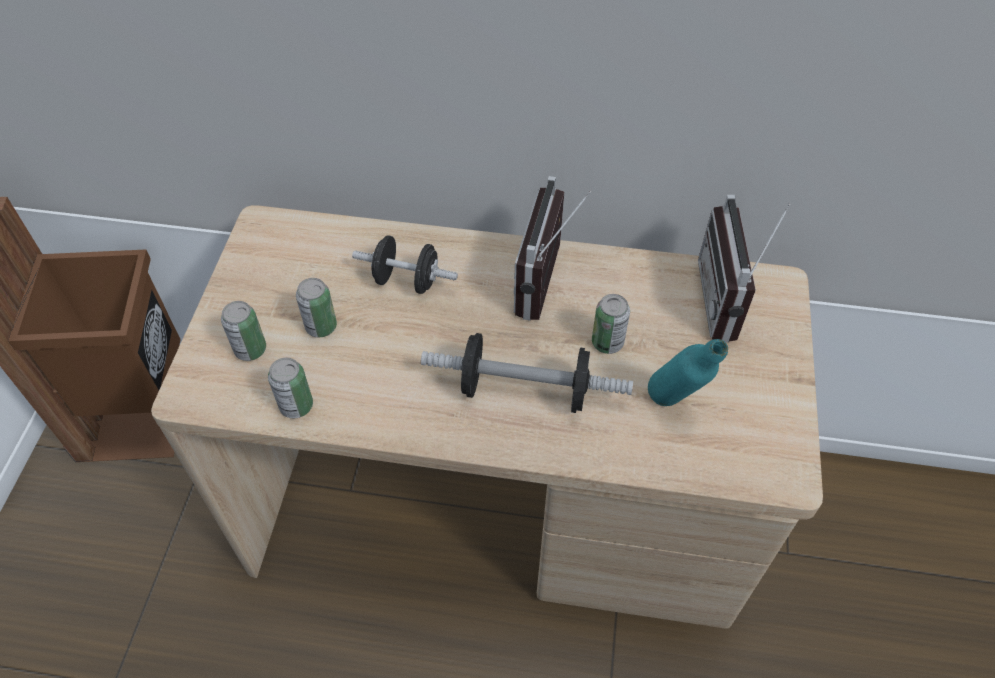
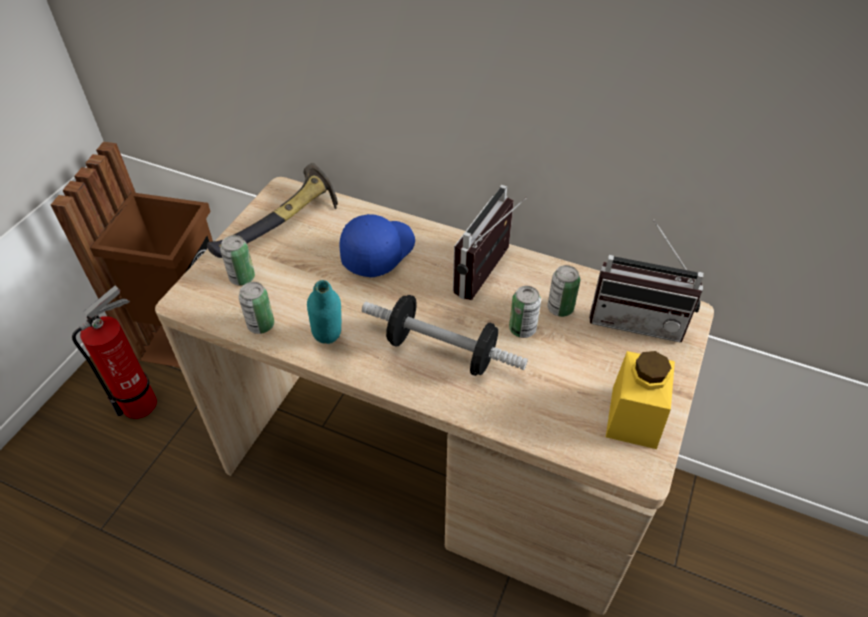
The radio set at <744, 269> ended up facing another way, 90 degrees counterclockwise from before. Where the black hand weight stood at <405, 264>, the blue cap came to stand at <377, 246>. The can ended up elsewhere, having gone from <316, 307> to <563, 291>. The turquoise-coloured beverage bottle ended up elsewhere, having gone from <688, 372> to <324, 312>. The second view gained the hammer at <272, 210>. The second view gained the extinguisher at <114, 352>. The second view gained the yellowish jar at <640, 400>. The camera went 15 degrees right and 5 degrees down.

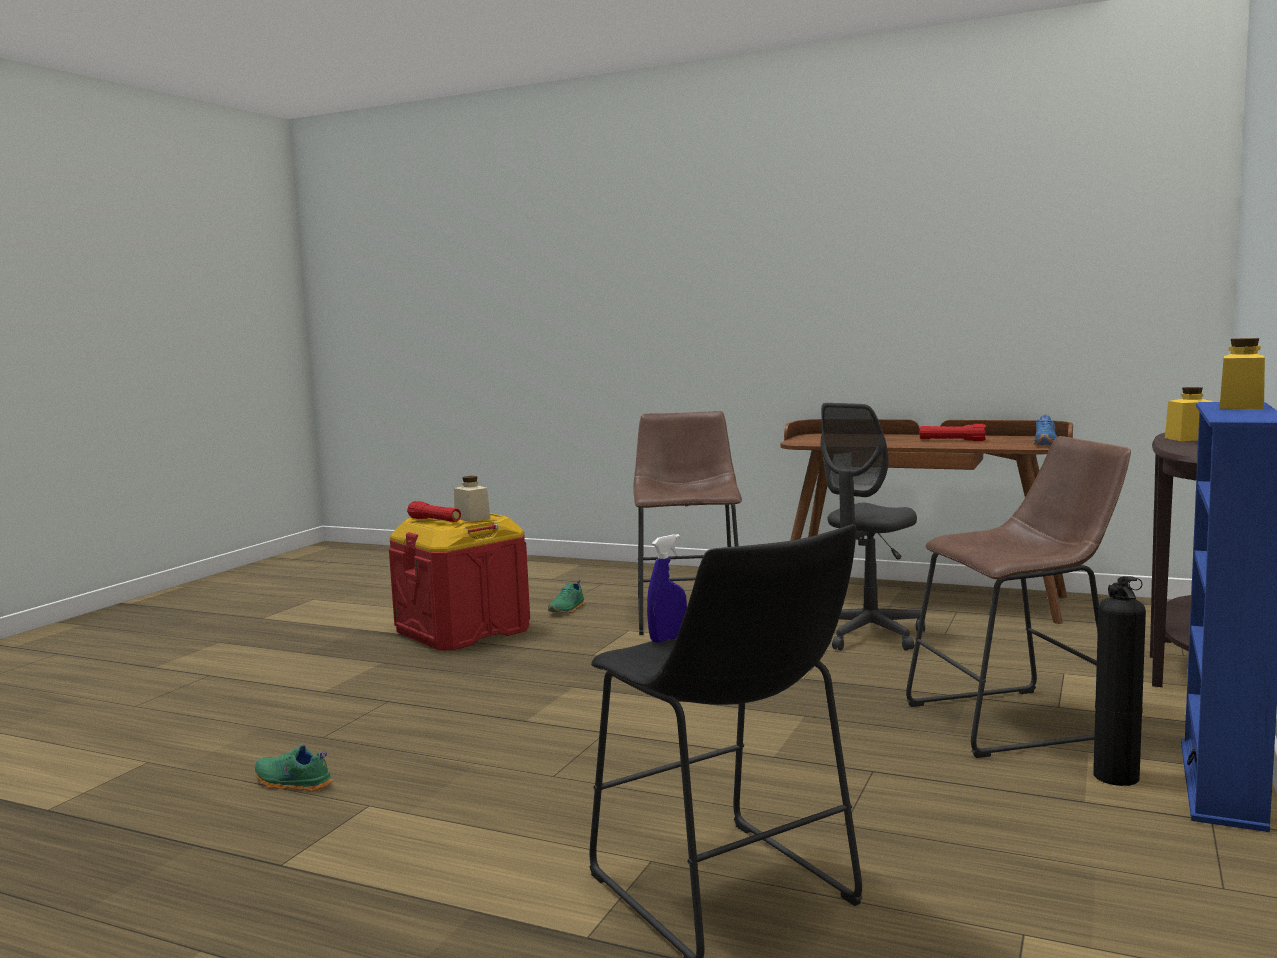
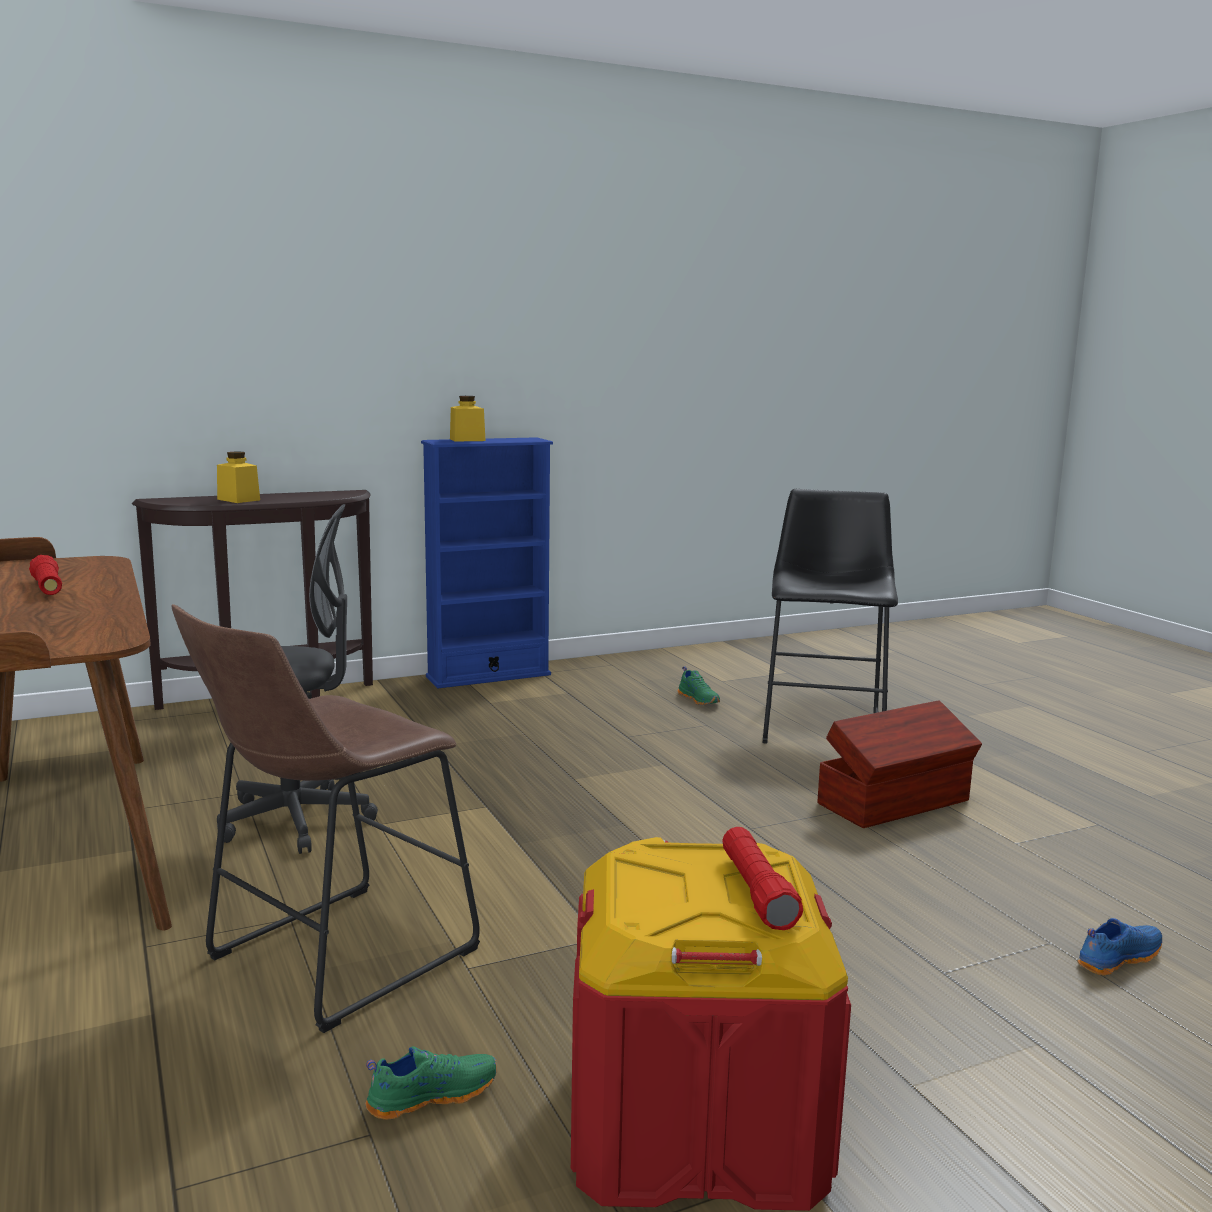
The blue item of footwear ended up elsewhere, having gone from <1045, 430> to <1120, 946>. The second view lost the brown-coloured stool at <1018, 597>. The second view lost the beige-coloured jar at <472, 499>. The second view lost the blue hand sprayer at <667, 588>. The second view lost the extinguisher at <1119, 681>. The green-coloured item of footwear ended up elsewhere, having gone from <294, 768> to <699, 686>. The second view gained the brown-coloured storage bin at <900, 764>. The camera went 140 degrees left and 5 degrees up.

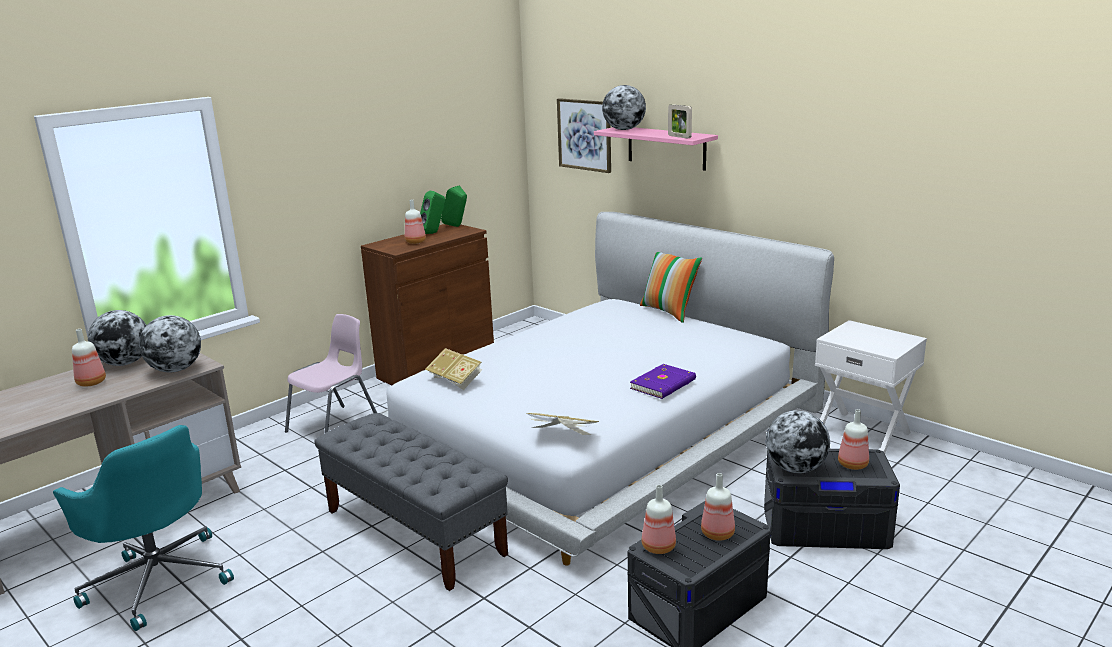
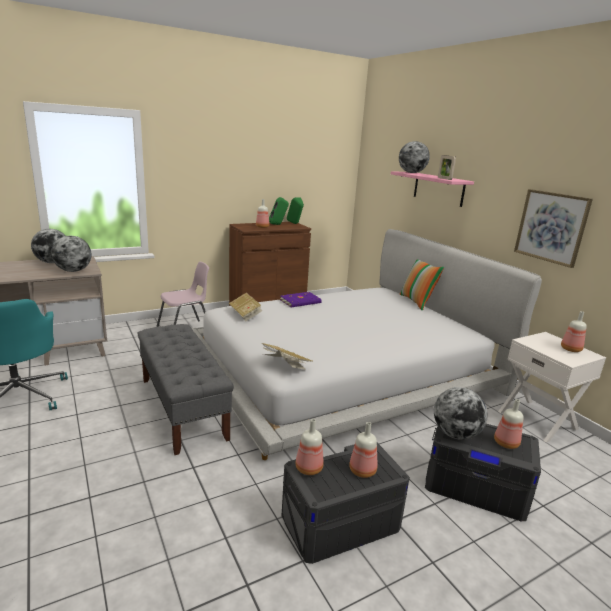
The wall picture ended up elsewhere, having gone from <584, 135> to <553, 228>. The beverage bottle ended up elsewhere, having gone from <89, 358> to <574, 331>. The purple-coloured book ended up elsewhere, having gone from <663, 381> to <301, 299>. The camera went 15 degrees right and 0 degrees up.

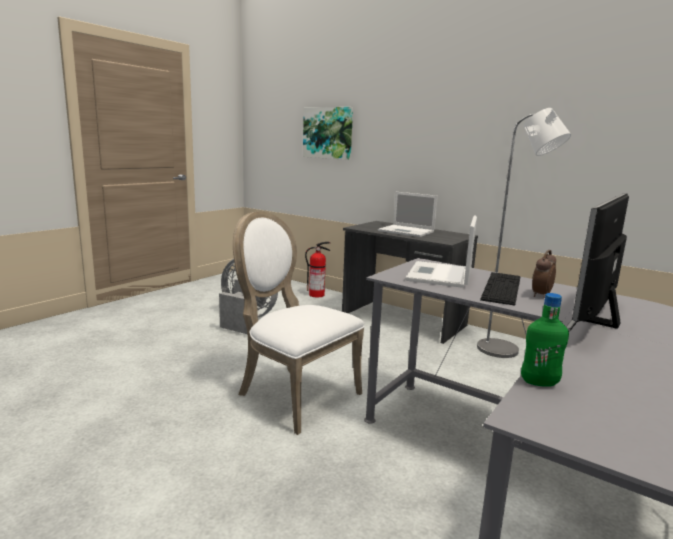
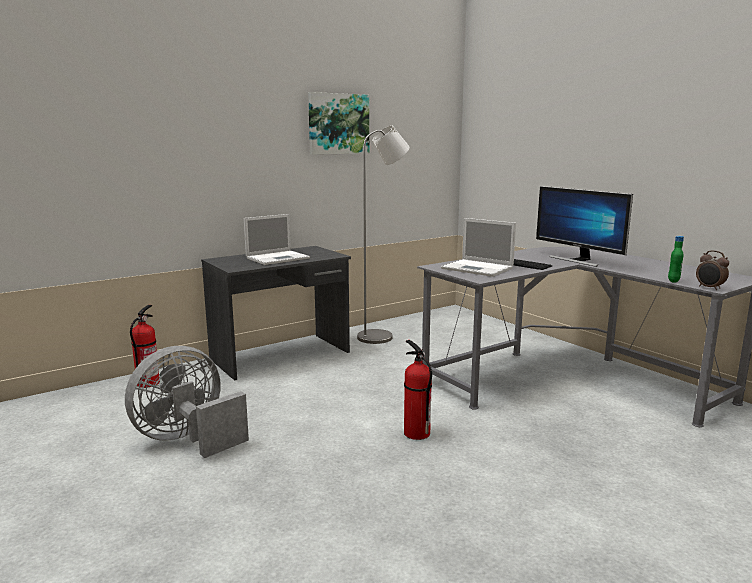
The wall picture ended up elsewhere, having gone from <328, 133> to <338, 123>. Where the whitish upright chair stood at <299, 323>, the extinguisher came to stand at <418, 390>. The bedside clock ended up elsewhere, having gone from <544, 274> to <712, 270>. The camera went 70 degrees left and 0 degrees up.

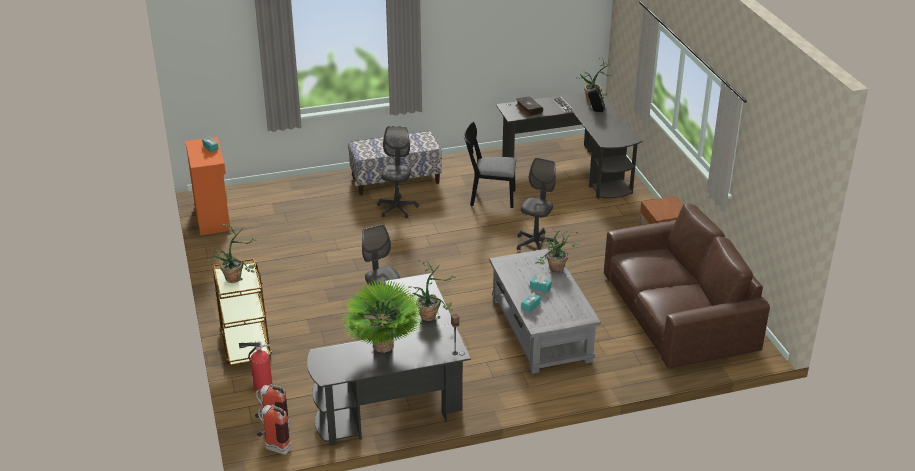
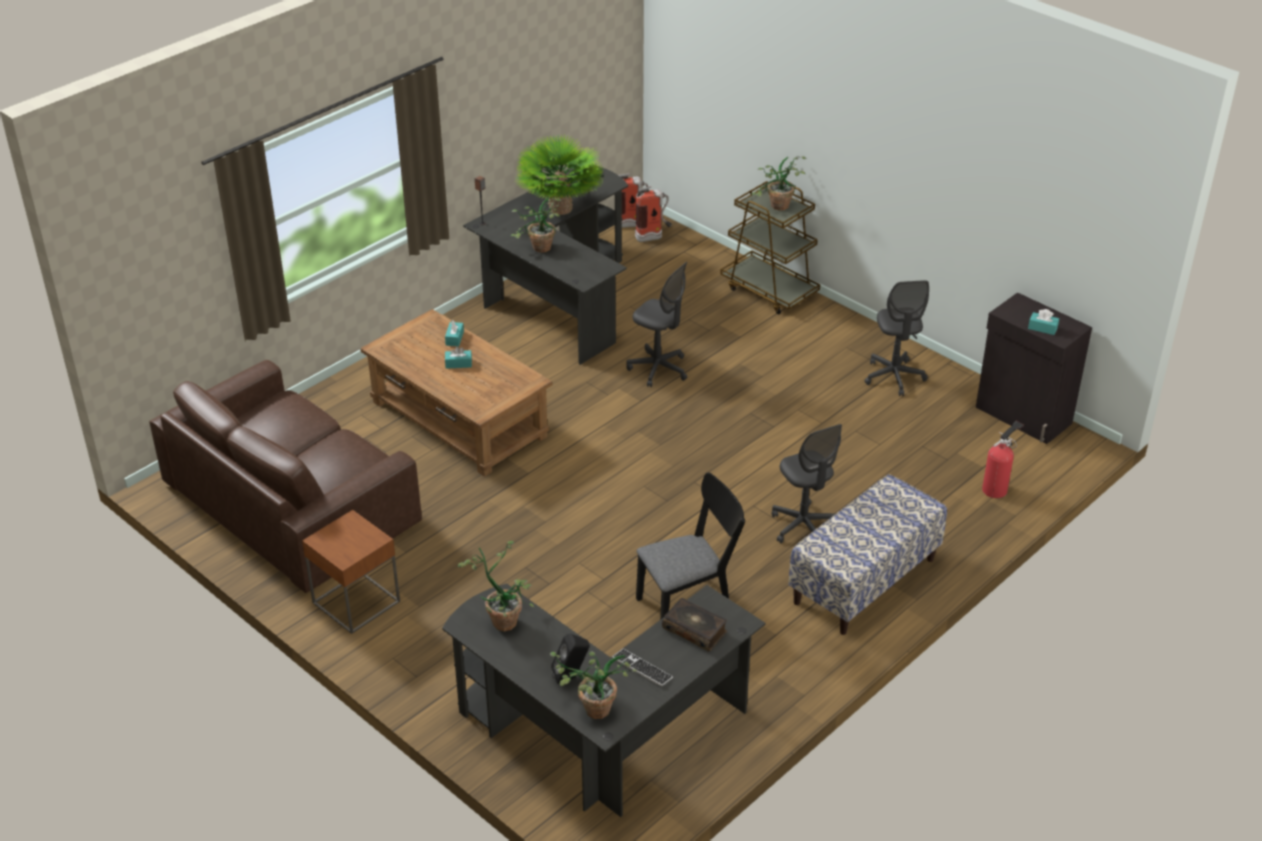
What was the orange-coloured cupboard at <208, 186> turned into the black cupboard at <1034, 368>. The gray computer chair ended up elsewhere, having gone from <538, 204> to <897, 338>. The plant in a pot ended up elsewhere, having gone from <557, 252> to <496, 586>. What was the gray coffee table at <545, 311> turned into the brown-coloured coffee table at <456, 393>. The extinguisher ended up elsewhere, having gone from <255, 365> to <1003, 459>. The camera went 150 degrees right and 5 degrees up.

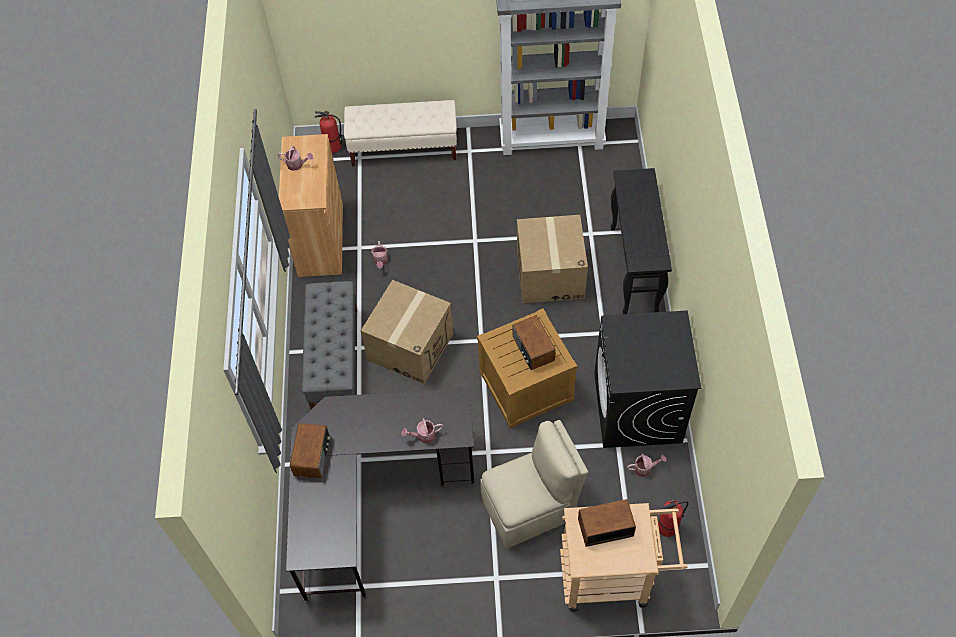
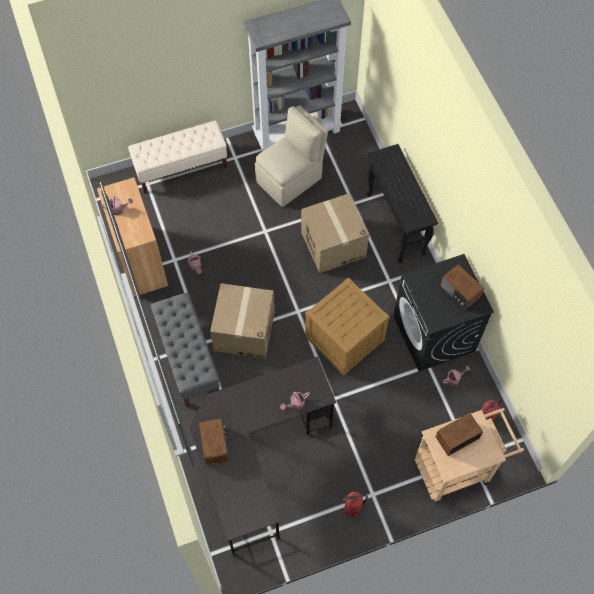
The extinguisher ended up elsewhere, having gone from <328, 132> to <355, 504>. The radio set ended up elsewhere, having gone from <534, 342> to <462, 287>. The beige-coloured upright chair ended up elsewhere, having gone from <534, 484> to <291, 156>. The camera went 20 degrees left and 5 degrees up.

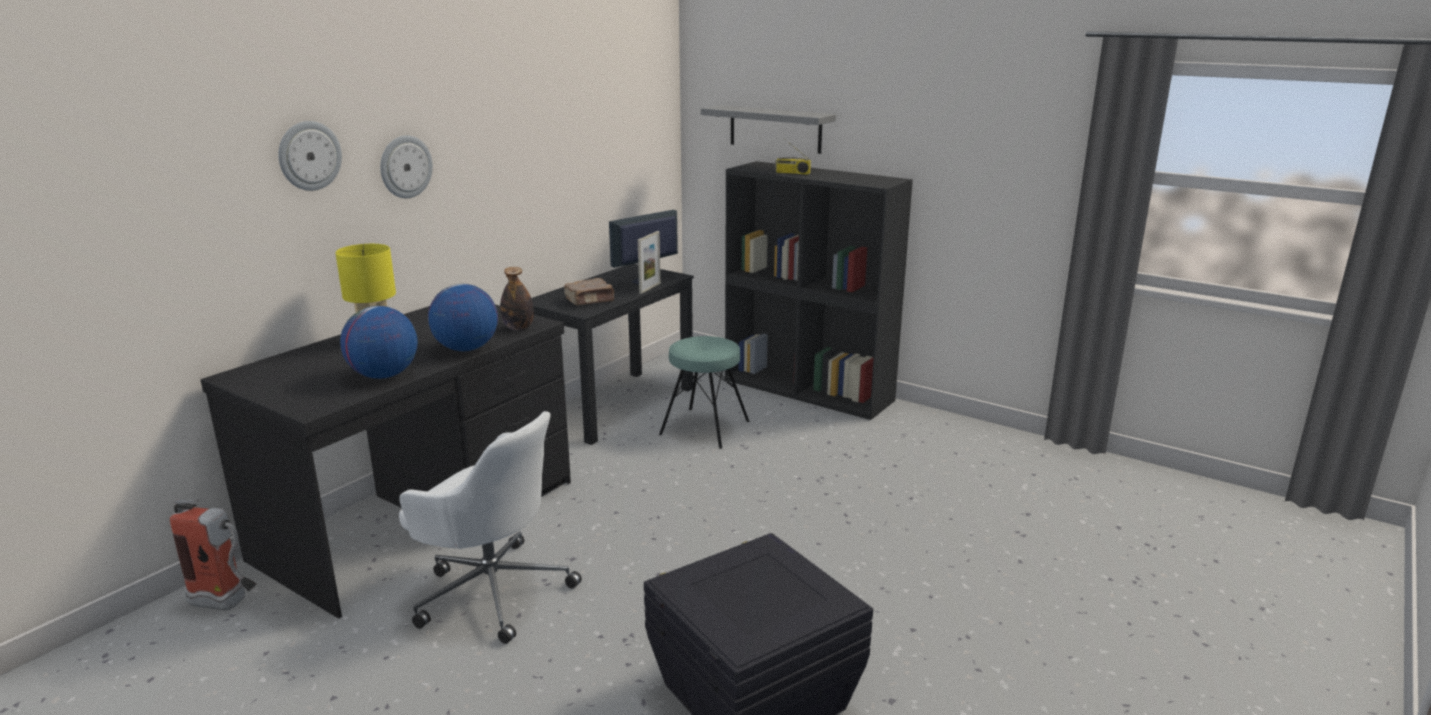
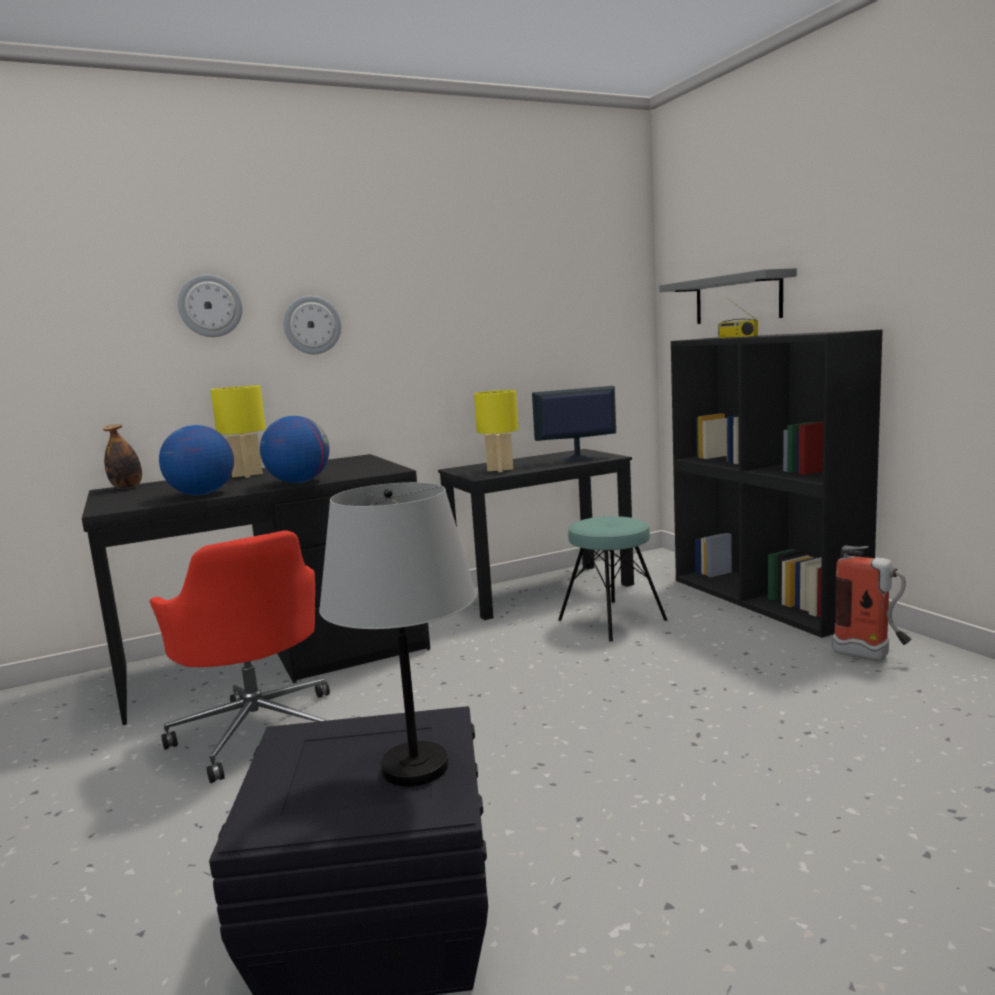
The second view lost the standing frame at <649, 262>. The beverage bottle ended up elsewhere, having gone from <517, 298> to <122, 456>. Where the brown-coloured book stood at <589, 291>, the yellowish table lamp came to stand at <496, 431>. What was the whitish computer chair at <490, 527> turned into the reddish computer chair at <239, 656>. The extinguisher ended up elsewhere, having gone from <213, 554> to <872, 603>. The second view gained the gray table lamp at <397, 634>. The camera went 30 degrees right and 10 degrees down.

